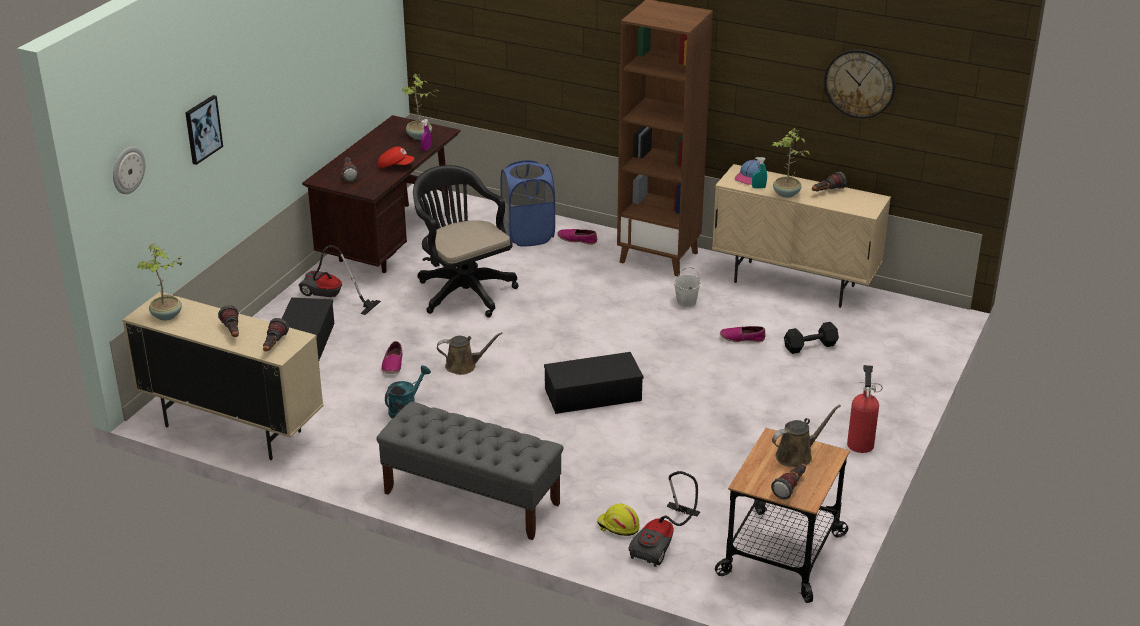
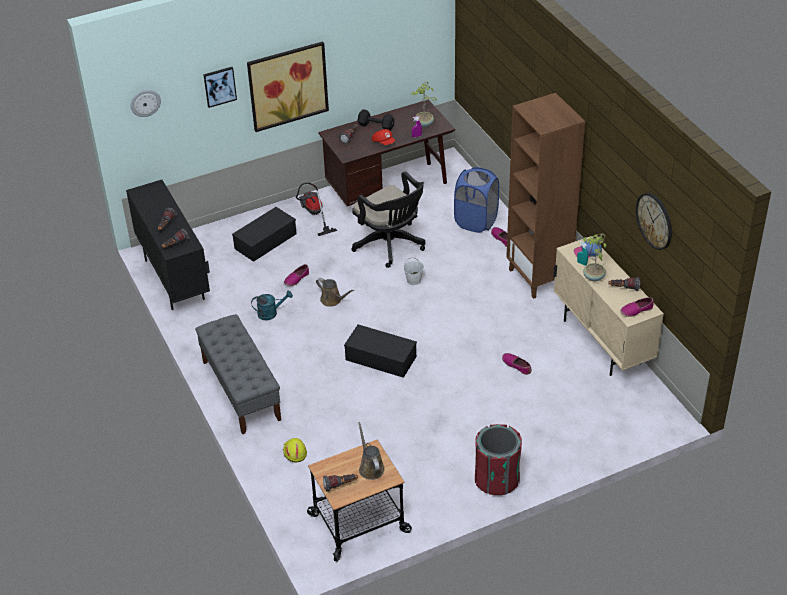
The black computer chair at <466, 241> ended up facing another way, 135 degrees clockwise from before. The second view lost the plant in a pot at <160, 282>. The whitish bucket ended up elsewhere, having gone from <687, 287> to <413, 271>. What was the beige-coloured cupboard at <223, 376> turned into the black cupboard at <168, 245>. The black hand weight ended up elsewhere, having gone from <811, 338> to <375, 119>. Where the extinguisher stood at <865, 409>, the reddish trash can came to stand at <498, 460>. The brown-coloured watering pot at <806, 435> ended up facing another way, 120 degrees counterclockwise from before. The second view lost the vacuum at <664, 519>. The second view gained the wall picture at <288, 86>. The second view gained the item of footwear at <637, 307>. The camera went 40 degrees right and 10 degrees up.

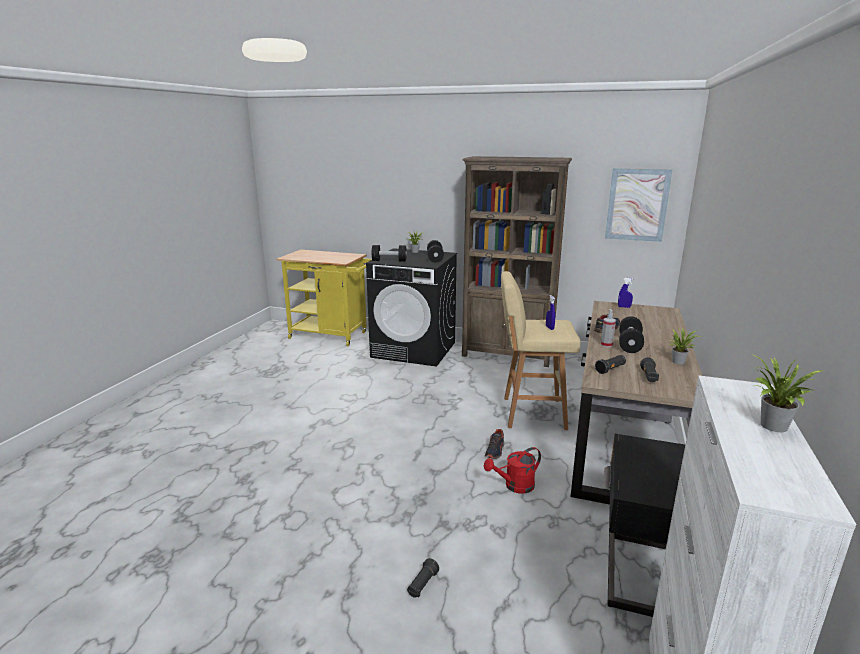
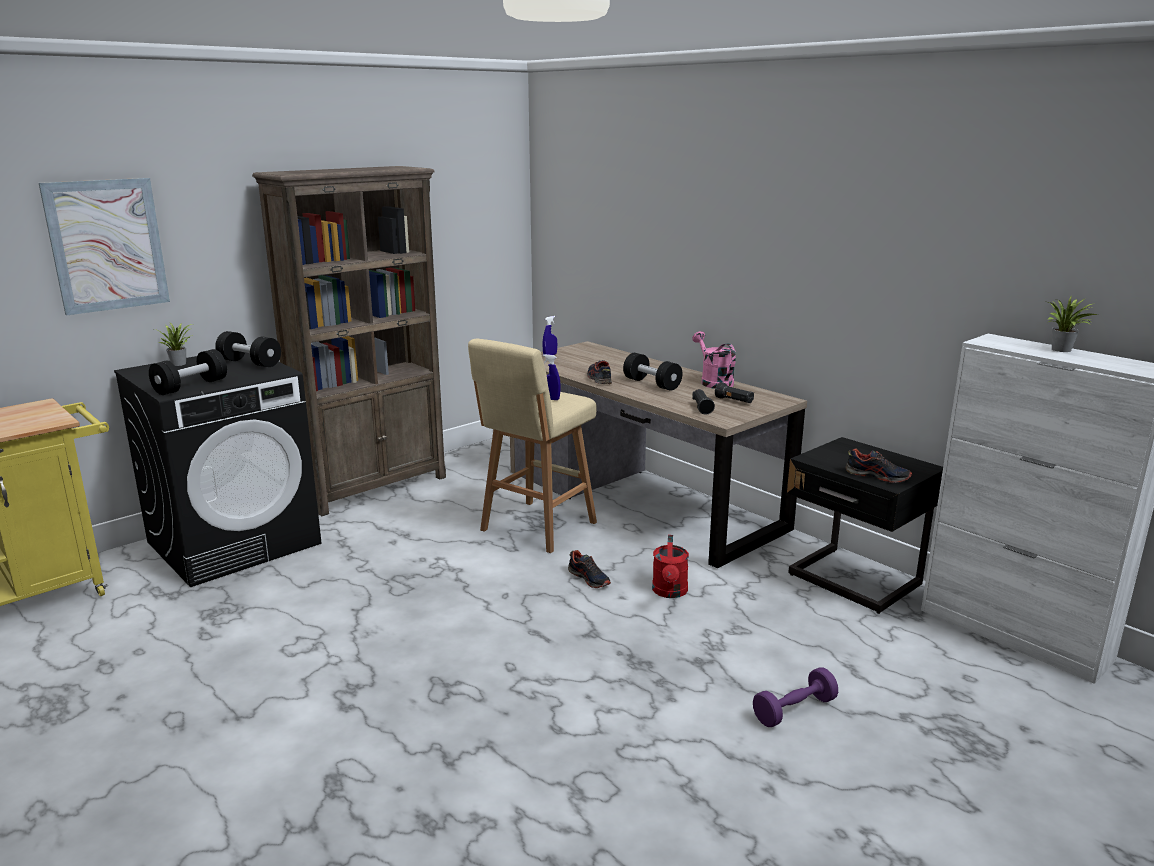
The wall picture ended up elsewhere, having gone from <638, 205> to <104, 247>. The second view lost the hand sprayer at <608, 328>. Where the plant in a pot stood at <685, 346>, the pink watering pot came to stand at <714, 360>. Where the black hand torch stood at <423, 578>, the purple-coloured hand weight came to stand at <795, 697>. The second view gained the item of footwear at <878, 465>. The camera went 60 degrees left and 0 degrees up.

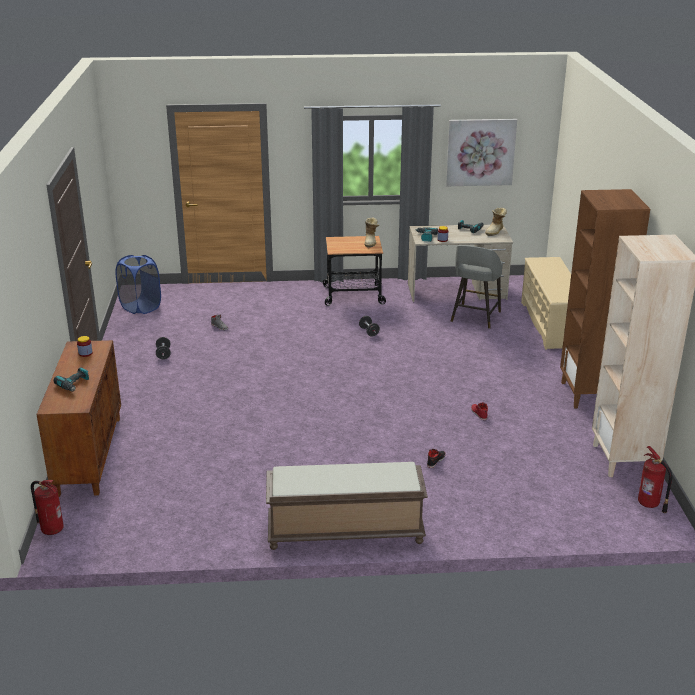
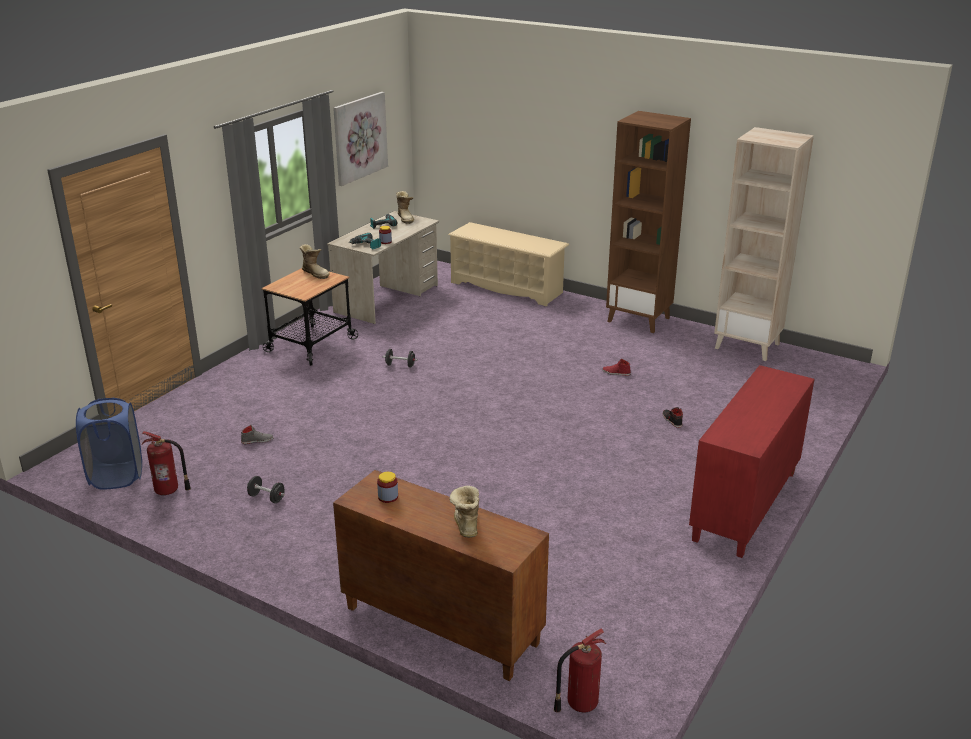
The second view lost the gray stool at <477, 287>. Where the power drill stood at <71, 379>, the high-top boot came to stand at <464, 512>. The extinguisher ended up elsewhere, having gone from <655, 479> to <166, 463>. Where the brown-coloured bench stood at <347, 506>, the reddish cupboard came to stand at <752, 461>. The camera went 55 degrees left and 0 degrees up.

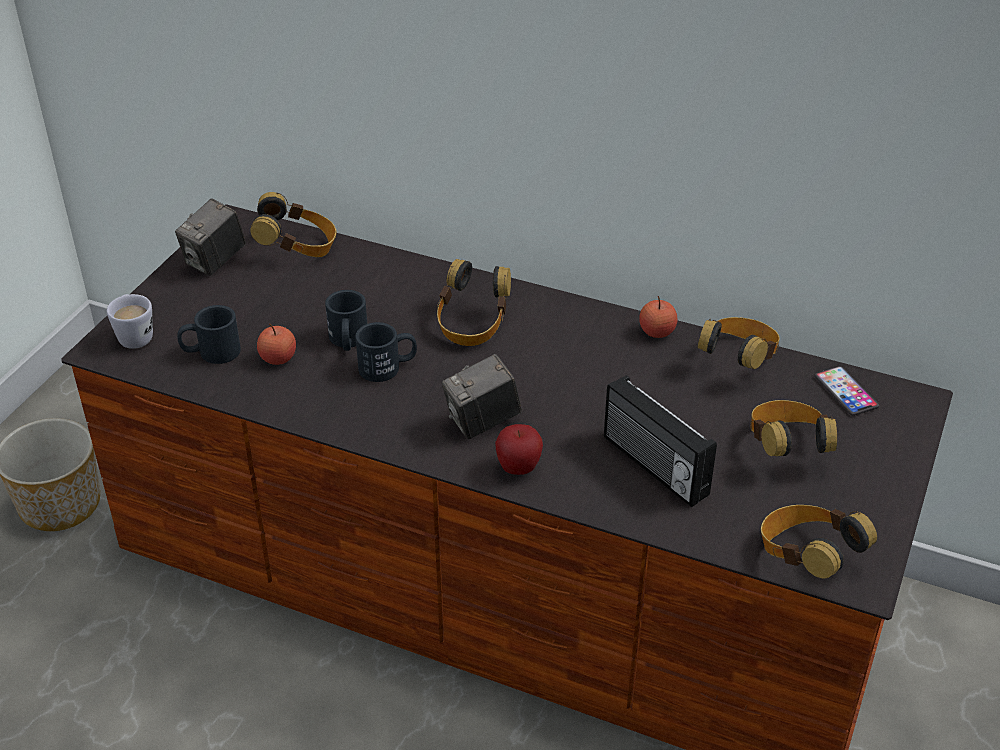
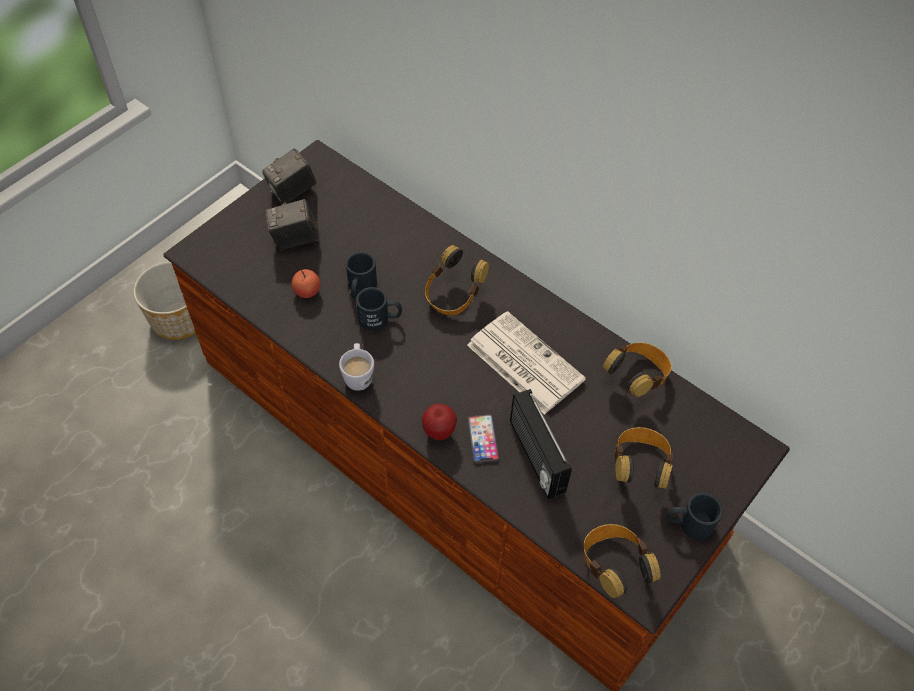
The second view lost the headphones at <293, 224>. The whitish coffee mug ended up elsewhere, having gone from <130, 321> to <356, 367>. The second view lost the apple at <658, 317>. The black coffee mug ended up elsewhere, having gone from <209, 334> to <695, 516>. The photo camera ended up elsewhere, having gone from <482, 396> to <292, 224>. The handset ended up elsewhere, having gone from <846, 391> to <483, 439>. The second view gained the daily paper at <526, 363>. The camera went 15 degrees right and 15 degrees up.

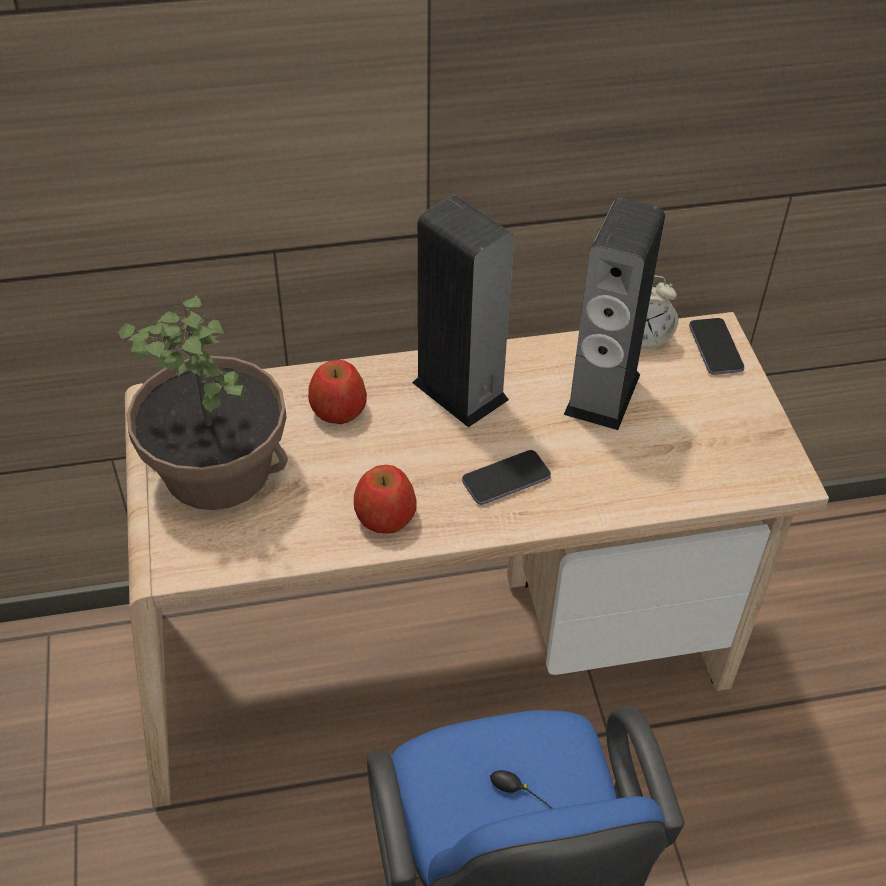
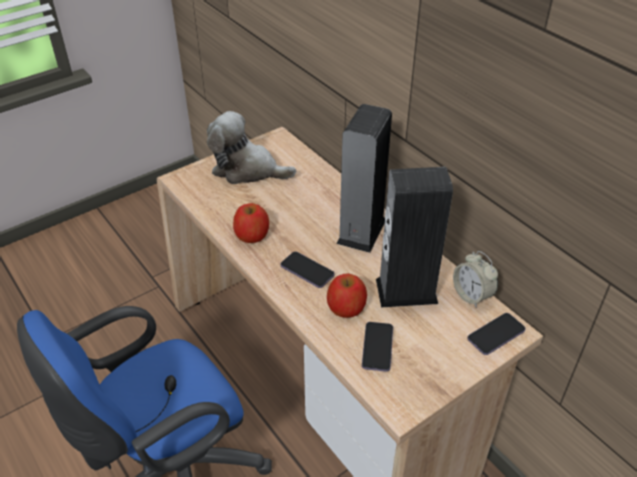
Where the plant in a pot stood at <203, 402>, the plush toy came to stand at <251, 147>. The apple ended up elsewhere, having gone from <337, 392> to <347, 295>. The second view gained the handset at <377, 347>. The camera went 65 degrees right and 5 degrees down.

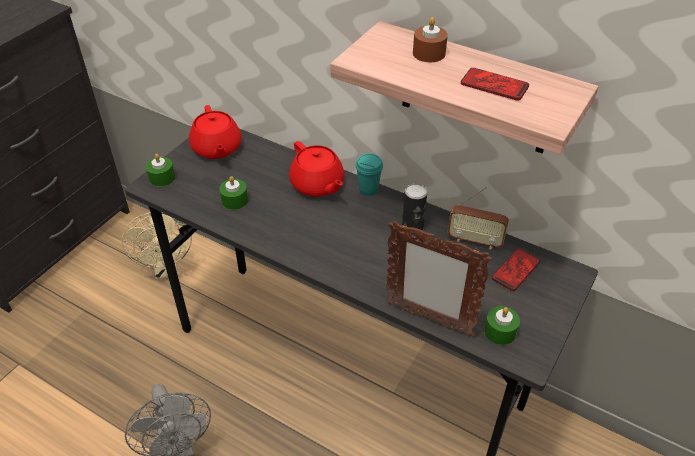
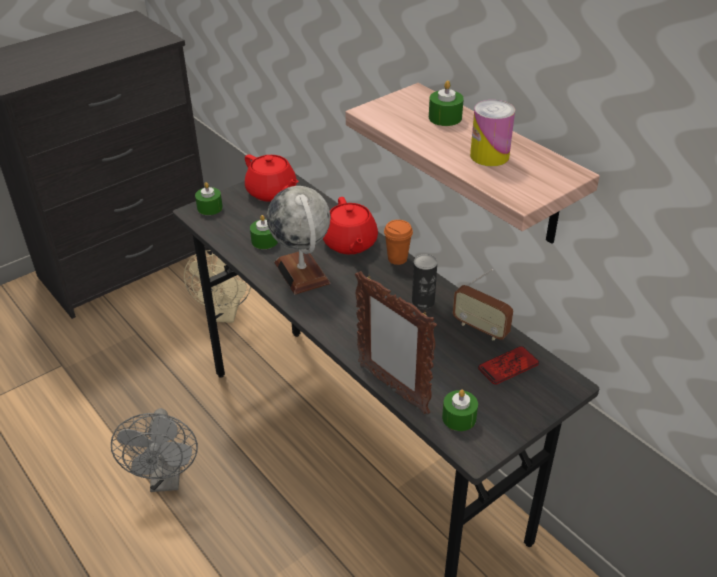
What was the brown-coloured wax light at <430, 39> turned into the green-coloured wax light at <446, 103>. Where the handset stood at <495, 84>, the can came to stand at <492, 133>. The reddish teapot at <215, 132> ended up facing another way, 45 degrees counterclockwise from before. What was the turquoise-coloured small cup at <369, 175> turned into the orange-coloured small cup at <398, 242>. The second view gained the world globe at <298, 240>. The camera went 20 degrees right and 5 degrees down.

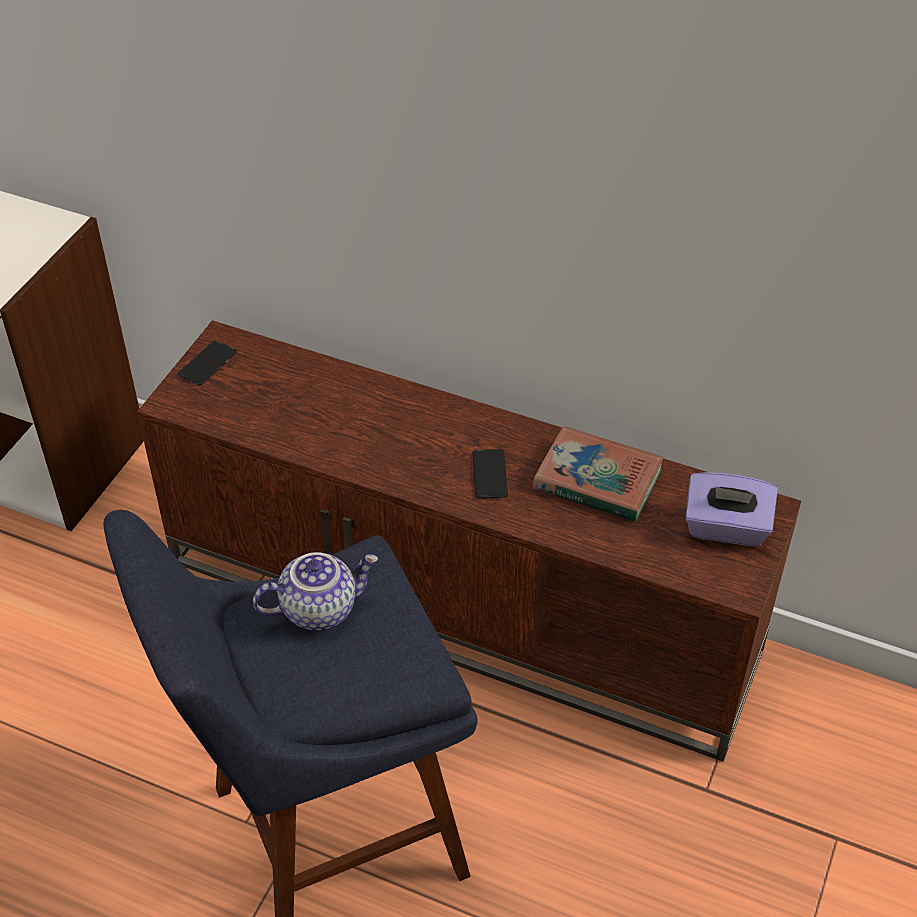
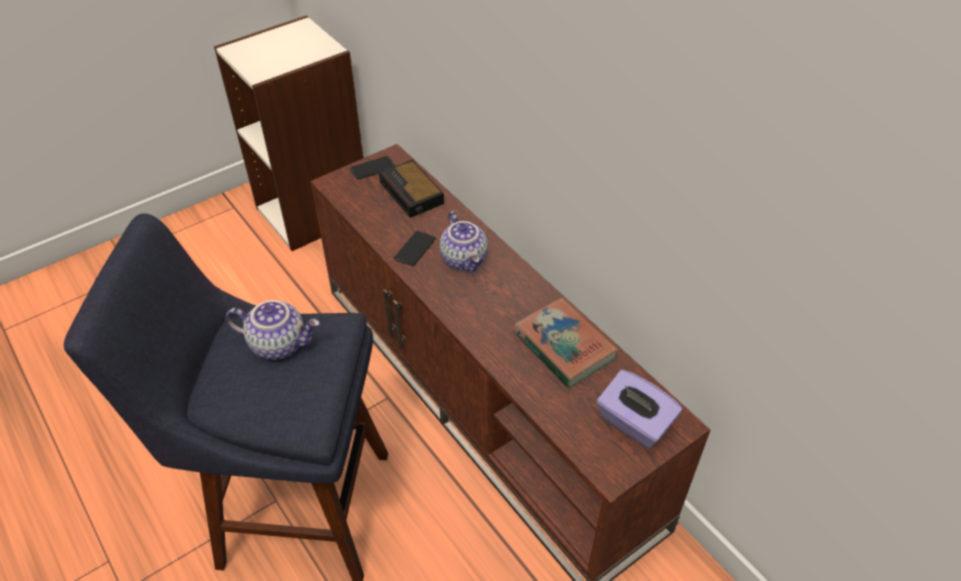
The handset ended up elsewhere, having gone from <490, 474> to <415, 248>. The second view gained the bedside clock at <411, 189>. The second view gained the teapot at <463, 242>. The camera went 30 degrees right and 0 degrees up.

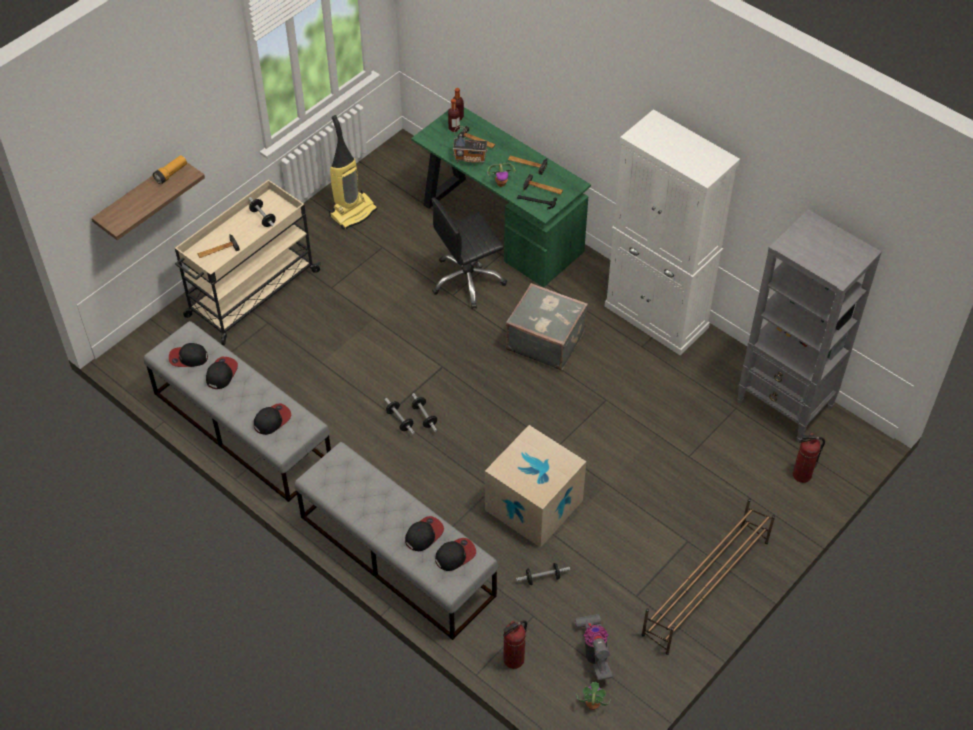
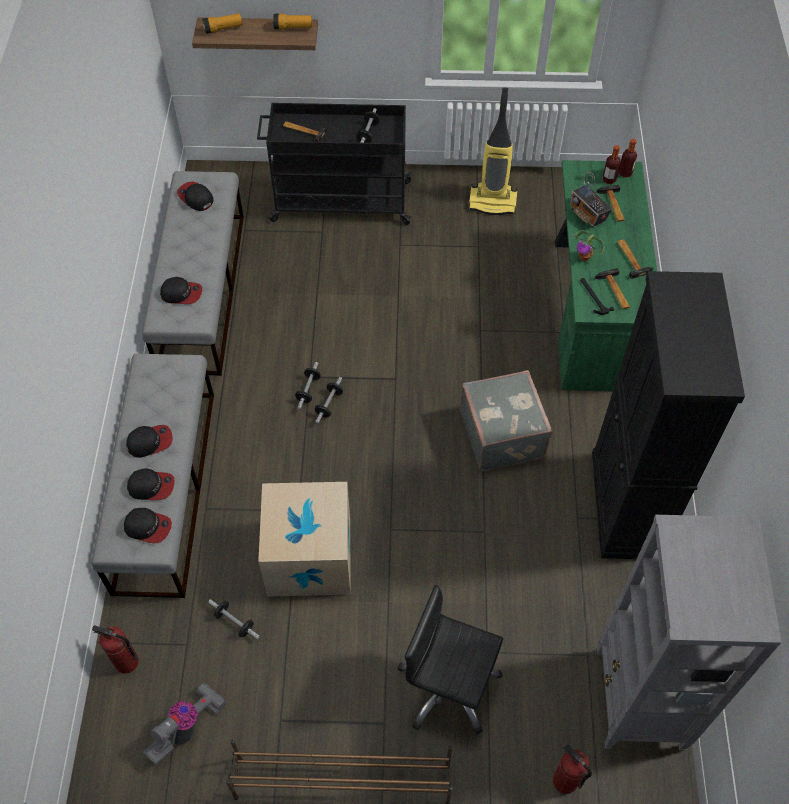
What was the whitish cupboard at <672, 232> turned into the black cupboard at <668, 415>. What was the beige-coloured trolley at <248, 262> turned into the black trolley at <335, 164>. The black computer chair ended up elsewhere, having gone from <469, 253> to <450, 659>. The cap ended up elsewhere, having gone from <222, 373> to <149, 441>. The second view lost the plant in a pot at <594, 696>. The second view gained the hand torch at <222, 23>. The camera went 50 degrees right and 5 degrees up.

